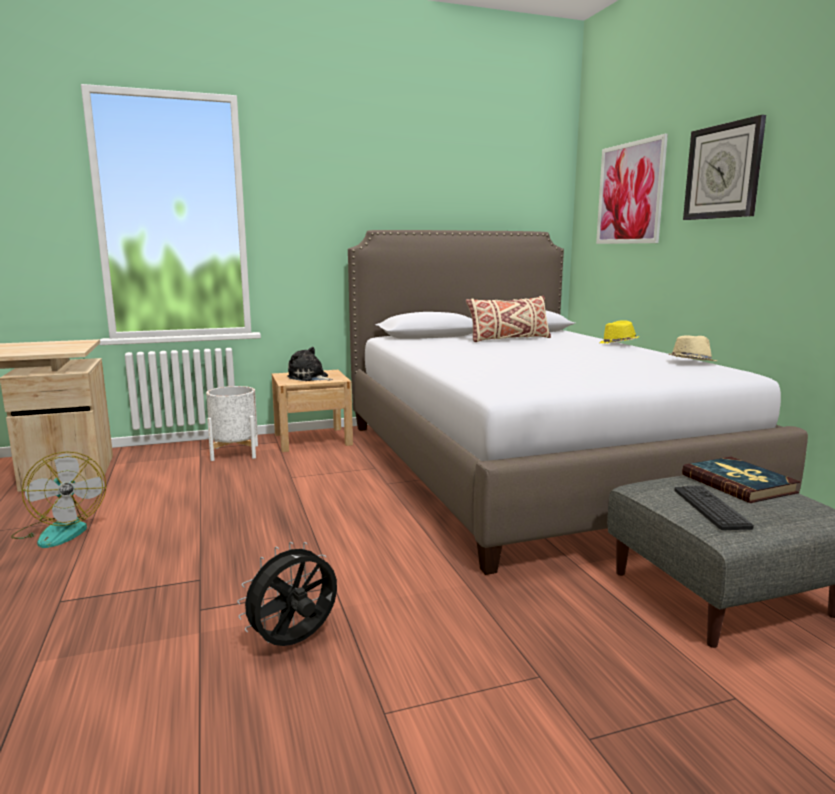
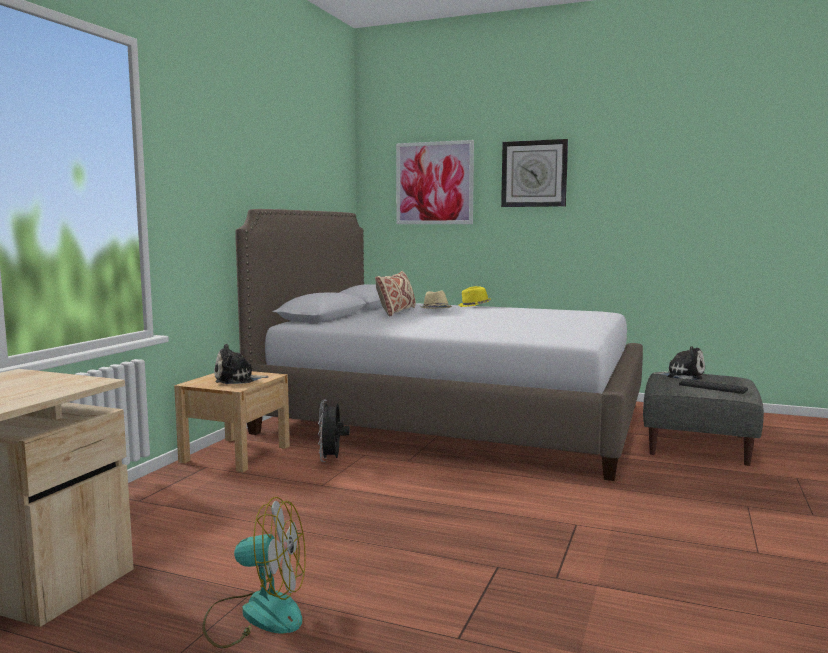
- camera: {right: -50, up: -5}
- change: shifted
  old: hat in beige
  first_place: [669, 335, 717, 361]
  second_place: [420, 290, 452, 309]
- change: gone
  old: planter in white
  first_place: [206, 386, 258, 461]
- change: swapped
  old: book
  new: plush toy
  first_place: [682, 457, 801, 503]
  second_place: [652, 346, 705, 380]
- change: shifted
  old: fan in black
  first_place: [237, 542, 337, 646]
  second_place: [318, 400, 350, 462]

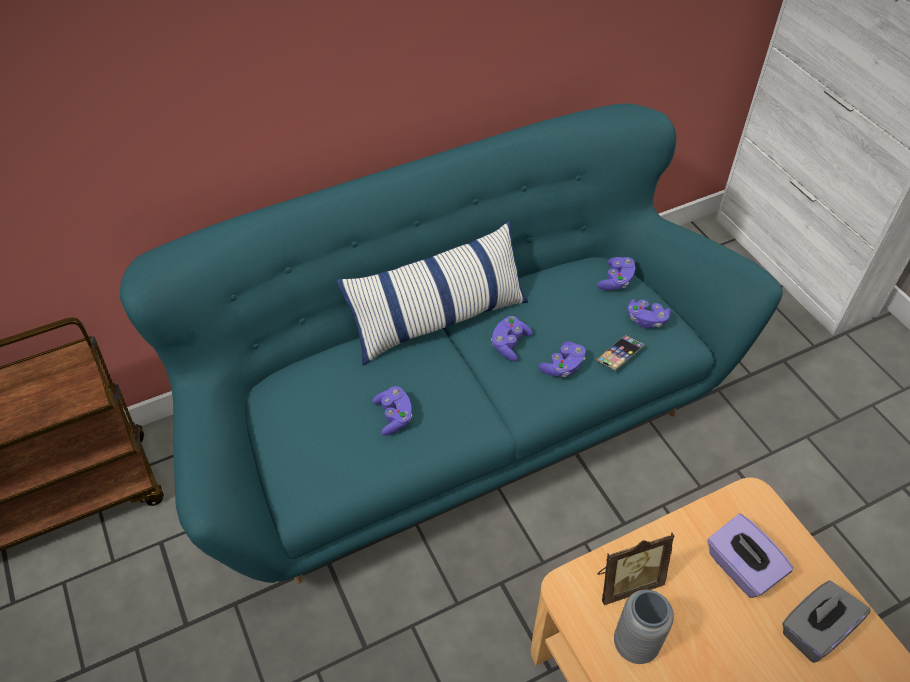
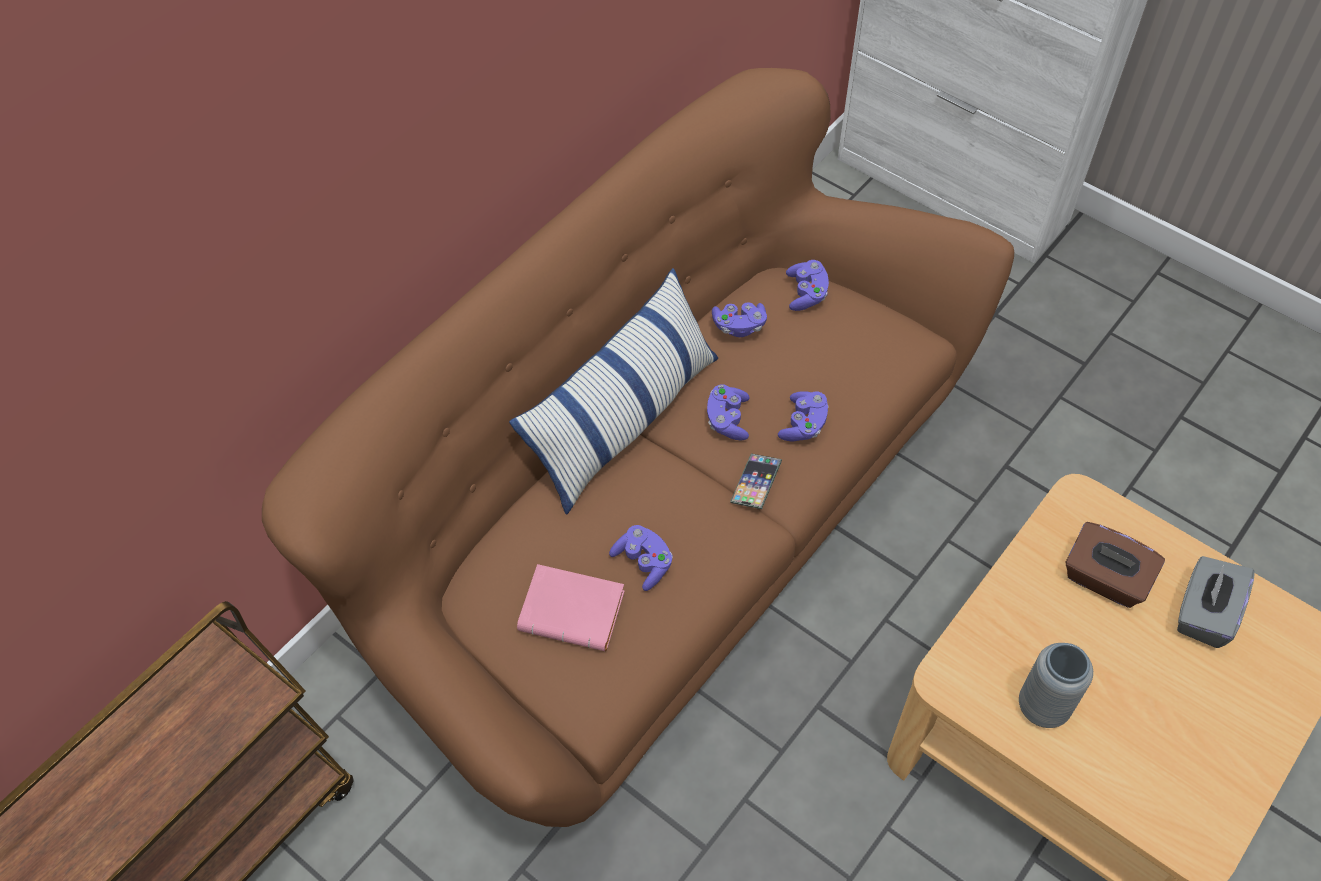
- camera: {right: -25, up: 5}
- change: repainted
  old: sofa in turquoise
  new: sofa in brown
  first_place: [120, 103, 783, 584]
  second_place: [262, 68, 1014, 827]
- change: shifted
  old: game controller in purple
  first_place: [627, 299, 671, 328]
  second_place: [712, 302, 767, 337]
- change: shifted
  old: phone
  first_place: [595, 335, 646, 372]
  second_place: [730, 453, 782, 509]
- change: repainted
  old: tissue box in purple
  new: tissue box in brown
  first_place: [707, 514, 793, 598]
  second_place: [1066, 522, 1165, 608]
- change: gone
  old: picture frame
  first_place: [597, 533, 674, 605]
- change: new
  new: book in pink
  second_place: [517, 564, 625, 651]

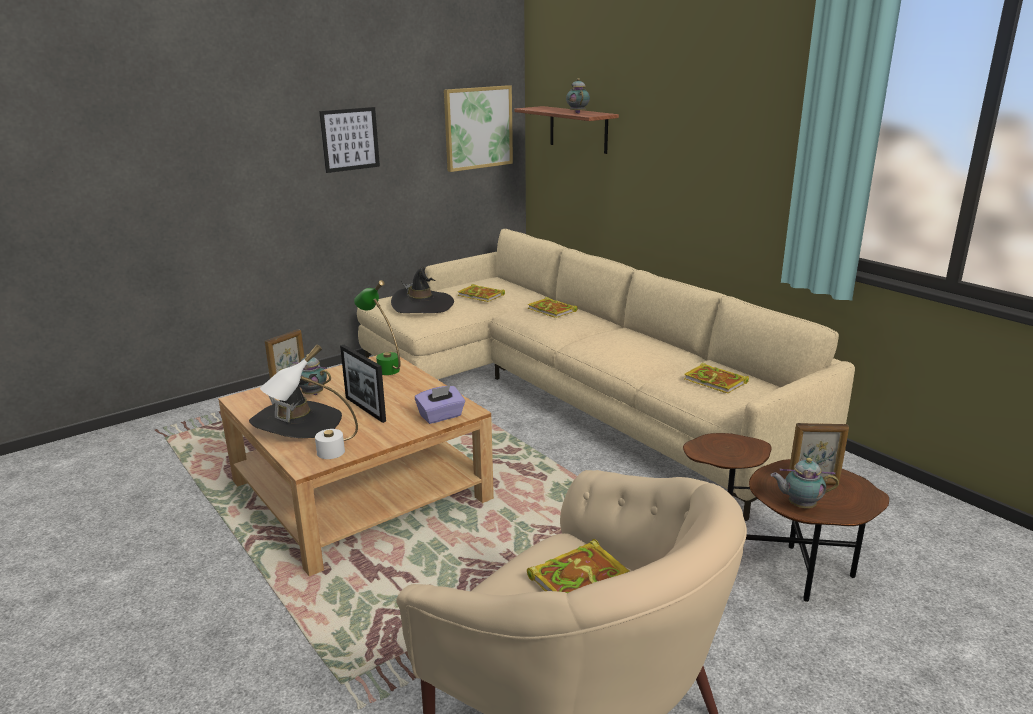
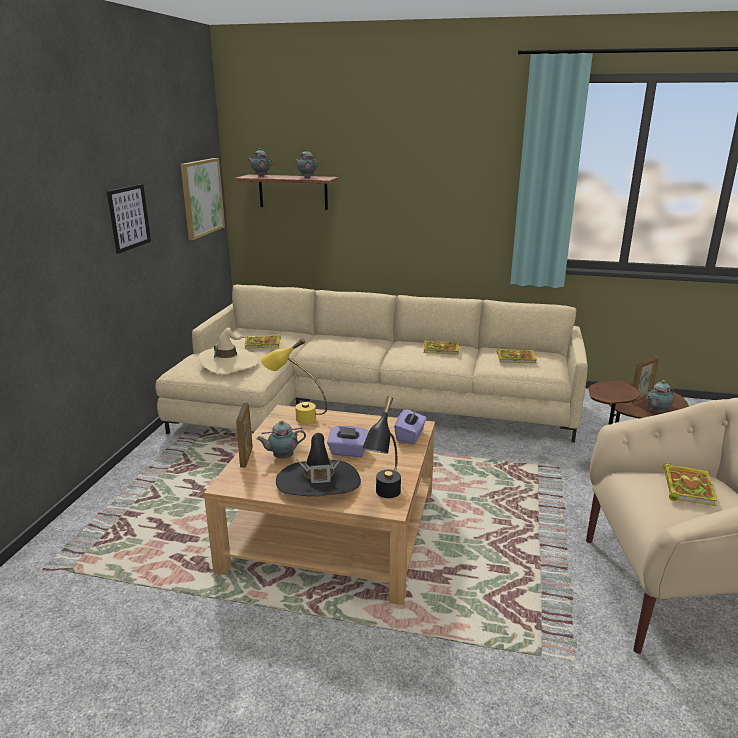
- camera: {right: -40, up: 0}
- change: repainted
  old: hat in black
  new: hat in beige
  first_place: [391, 267, 454, 313]
  second_place: [199, 328, 259, 374]
- change: repainted
  old: table lamp in green
  new: table lamp in yellow
  first_place: [354, 280, 401, 375]
  second_place: [261, 338, 327, 424]
- change: shifted
  old: book
  first_place: [527, 297, 578, 318]
  second_place: [424, 340, 460, 354]
- change: repainted
  old: table lamp in white
  new: table lamp in black
  first_place: [260, 344, 358, 459]
  second_place: [362, 396, 401, 498]
- change: swapped
  old: picture frame
  new: tissue box in purple
  first_place: [340, 345, 386, 423]
  second_place: [327, 426, 369, 457]
- change: new
  new: teapot
  second_place: [248, 148, 273, 177]

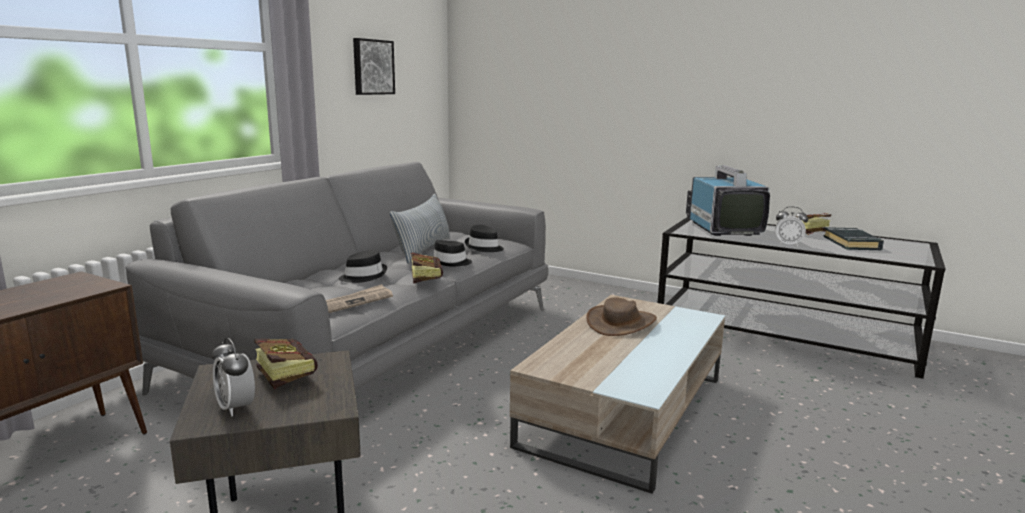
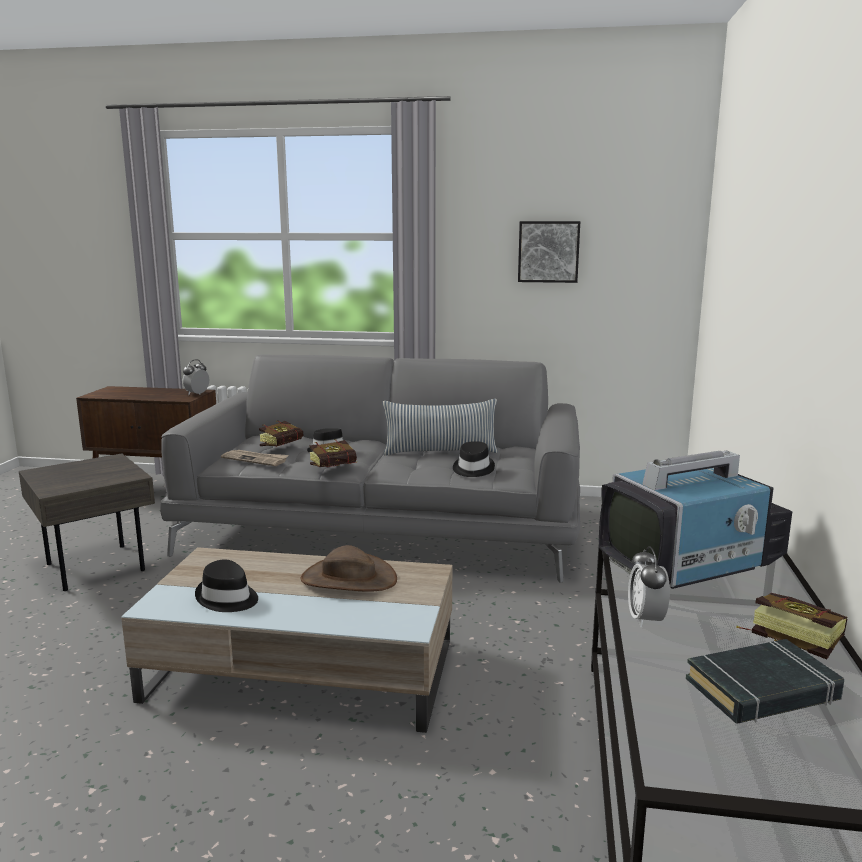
- camera: {right: 70, up: 0}
- change: shifted
  old: hat in black
  first_place: [432, 240, 472, 267]
  second_place: [195, 559, 258, 612]
- change: shifted
  old: alarm clock
  first_place: [212, 338, 255, 417]
  second_place: [182, 359, 209, 395]
- change: shifted
  old: book
  first_place: [254, 339, 318, 389]
  second_place: [259, 421, 303, 446]

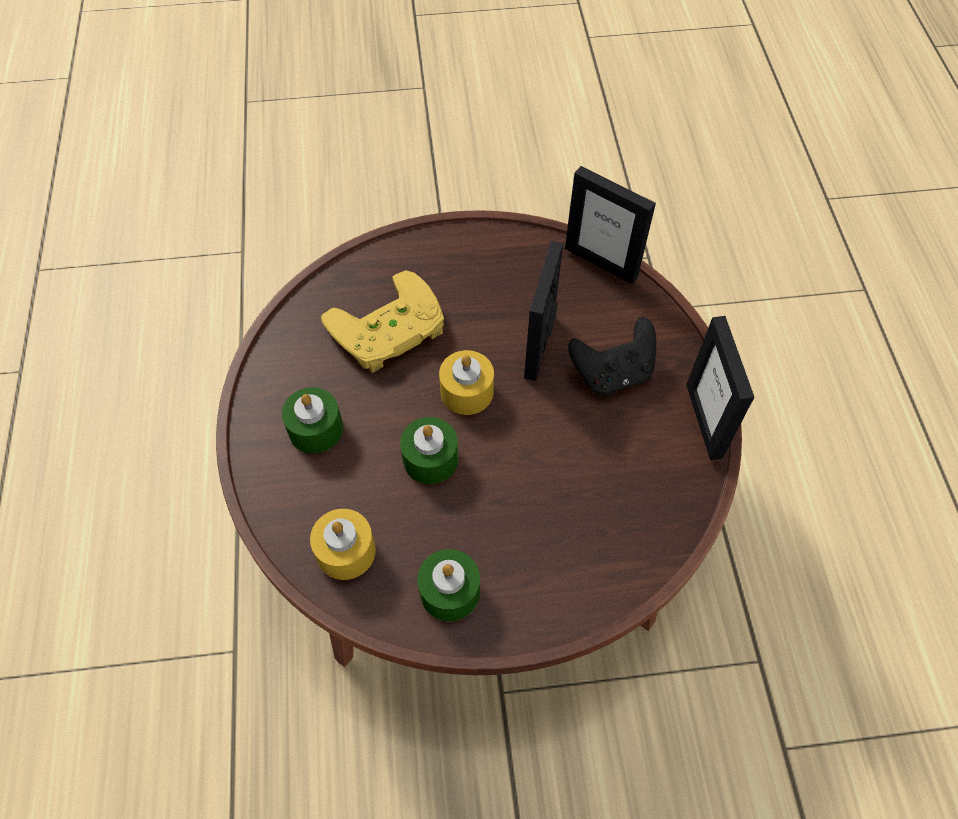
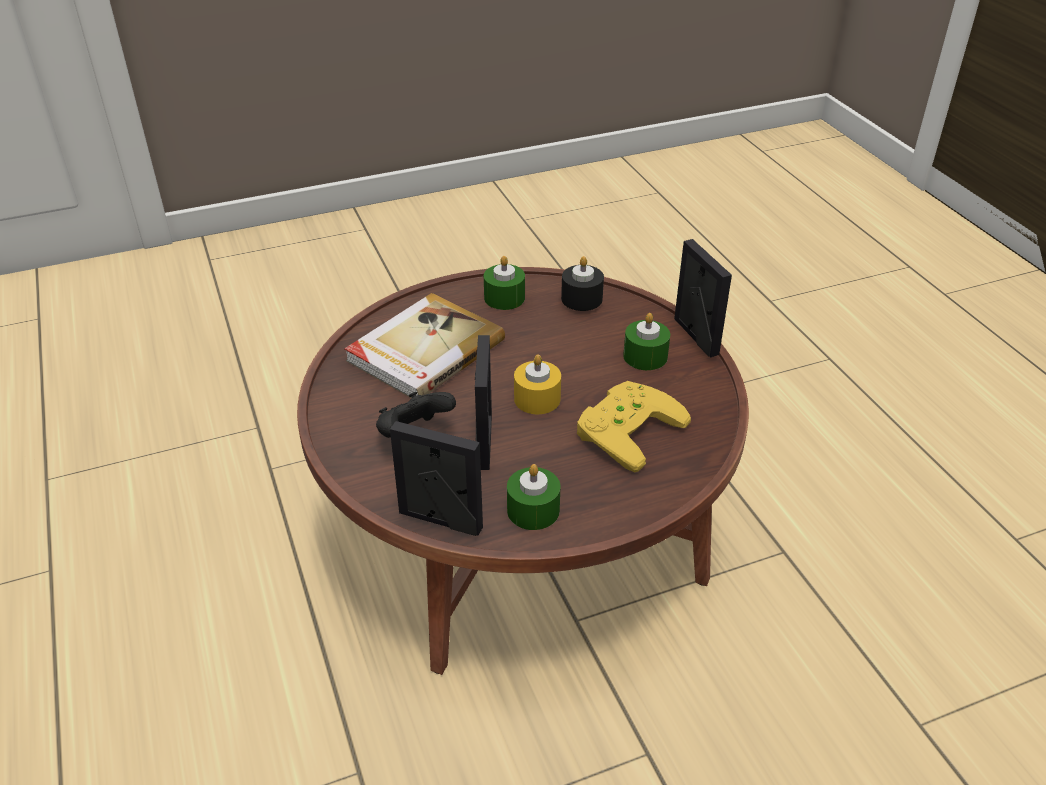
- camera: {right: 165, up: -20}
- change: shifted
  old: picture frame
  first_place: [686, 316, 754, 460]
  second_place: [674, 239, 732, 357]
- change: shifted
  old: candle in green
  first_place: [400, 417, 458, 484]
  second_place: [507, 464, 560, 530]
- change: repainted
  old: candle in yellow
  new: candle in black
  first_place: [310, 509, 376, 580]
  second_place: [561, 256, 604, 311]
- change: new
  new: book
  second_place: [344, 293, 505, 398]

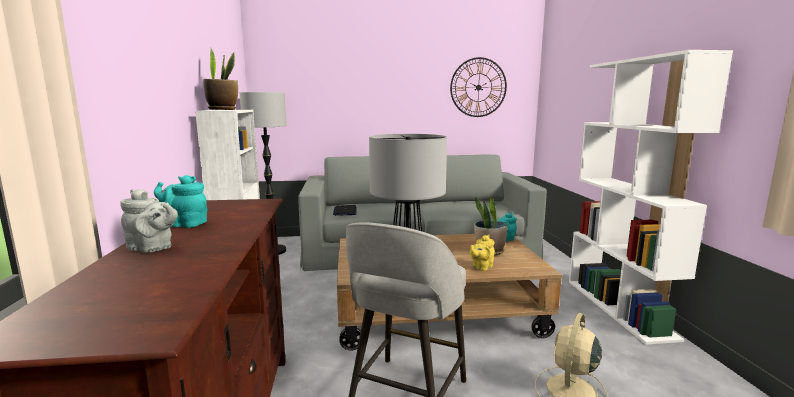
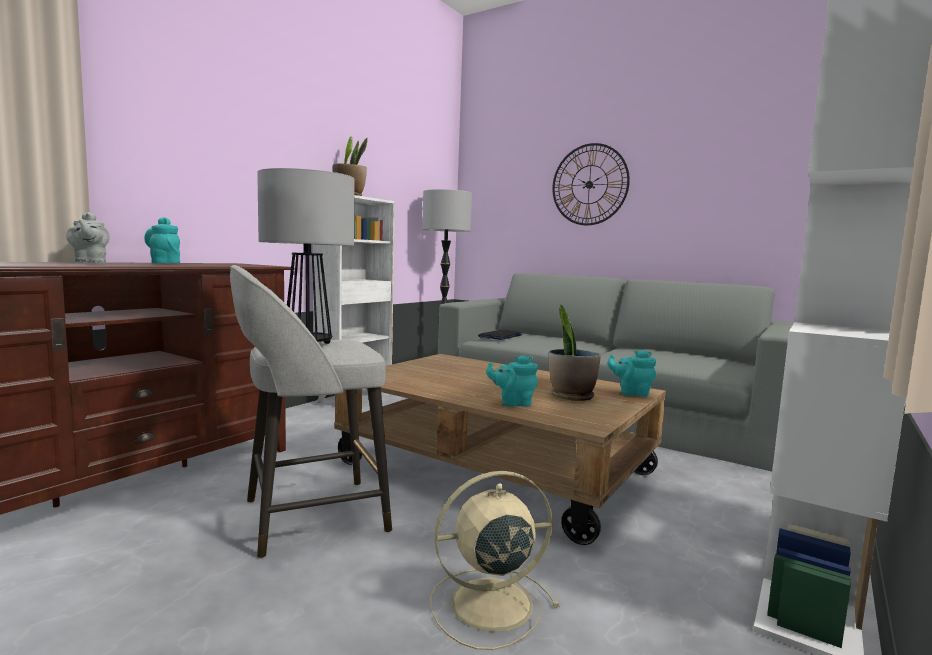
- camera: {right: 40, up: -5}
- change: shifted
  old: wall clock
  first_place: [450, 57, 507, 117]
  second_place: [552, 143, 630, 225]
- change: repainted
  old: teapot in yellow
  new: teapot in turquoise
  first_place: [470, 235, 495, 271]
  second_place: [486, 355, 538, 407]

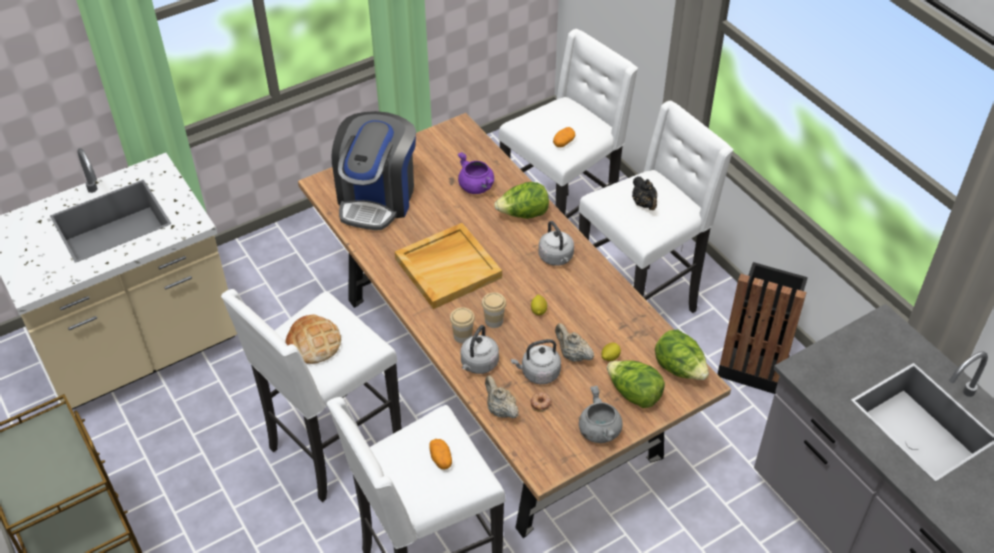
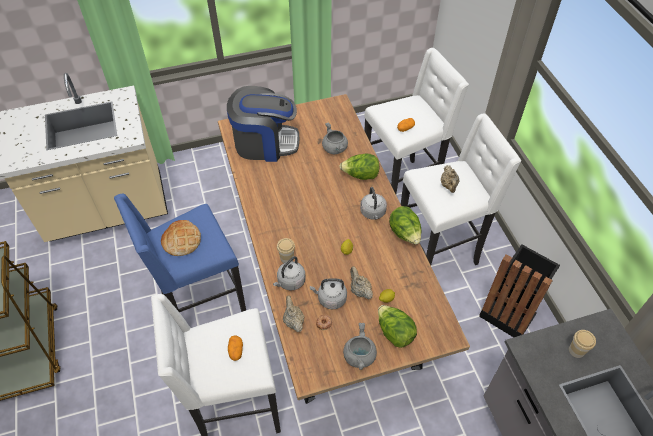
- camera: {right: 15, up: 5}
- change: rotated
  old: coffee machine
  first_place: [331, 111, 416, 230]
  second_place: [227, 86, 299, 162]
  degrees: -120
- change: repainted
  old: cooking pot in purple
  new: cooking pot in grey
  first_place: [457, 152, 495, 194]
  second_place: [322, 122, 348, 154]
- change: repainted
  old: teapot in black
  new: teapot in beige
  first_place: [632, 177, 657, 210]
  second_place: [441, 165, 459, 193]
- change: gone
  old: tray in beige
  first_place: [395, 223, 502, 309]
- change: repainted
  old: stool in white
  new: stool in blue
  first_place: [221, 289, 402, 502]
  second_place: [114, 194, 246, 313]
- change: shifted
  old: cup
  first_place: [482, 292, 506, 328]
  second_place: [569, 330, 596, 358]
- change: shifted
  old: lettuce
  first_place: [655, 330, 709, 380]
  second_place: [389, 206, 421, 244]

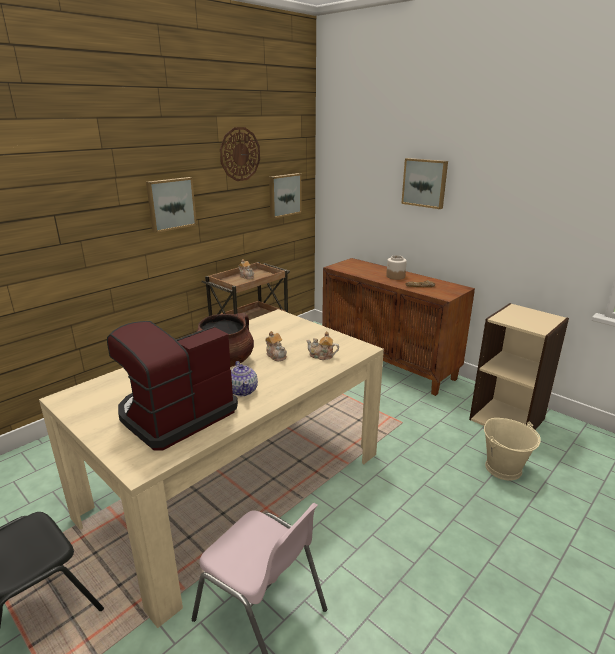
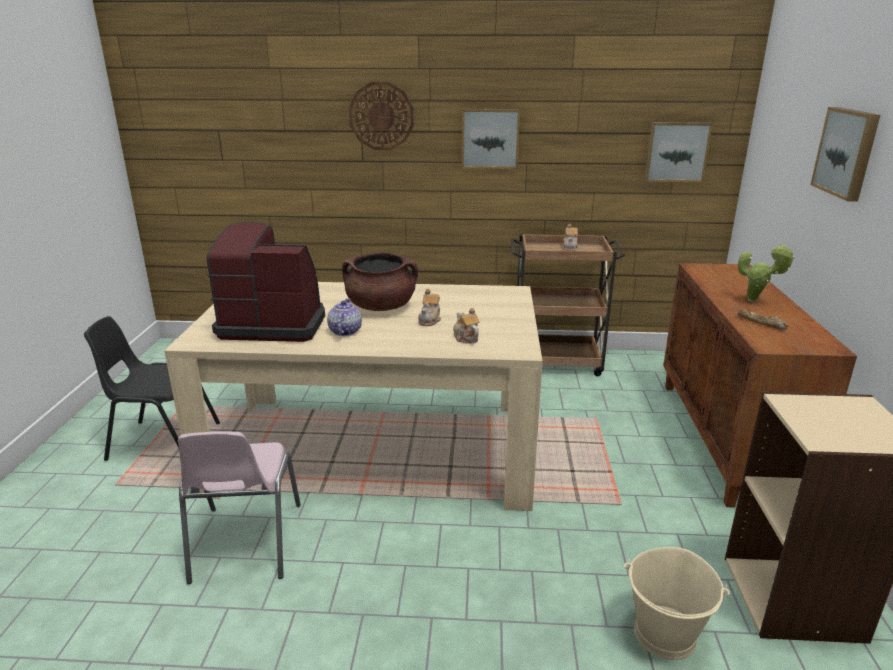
- camera: {right: 50, up: 0}
- change: shifted
  old: wall clock
  first_place: [220, 127, 260, 181]
  second_place: [349, 82, 414, 150]
- change: swapped
  old: jar
  new: potted plant
  first_place: [386, 255, 407, 280]
  second_place: [738, 244, 795, 302]
- change: rotated
  old: teapot
  first_place: [231, 361, 258, 396]
  second_place: [327, 298, 362, 336]
  degrees: 150

